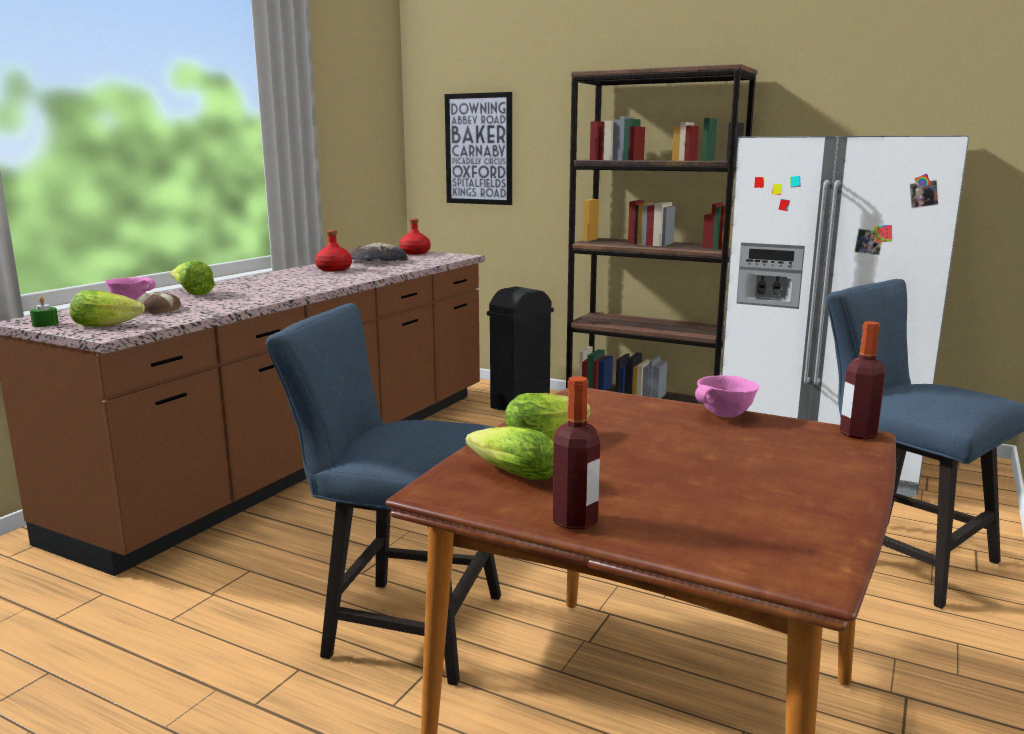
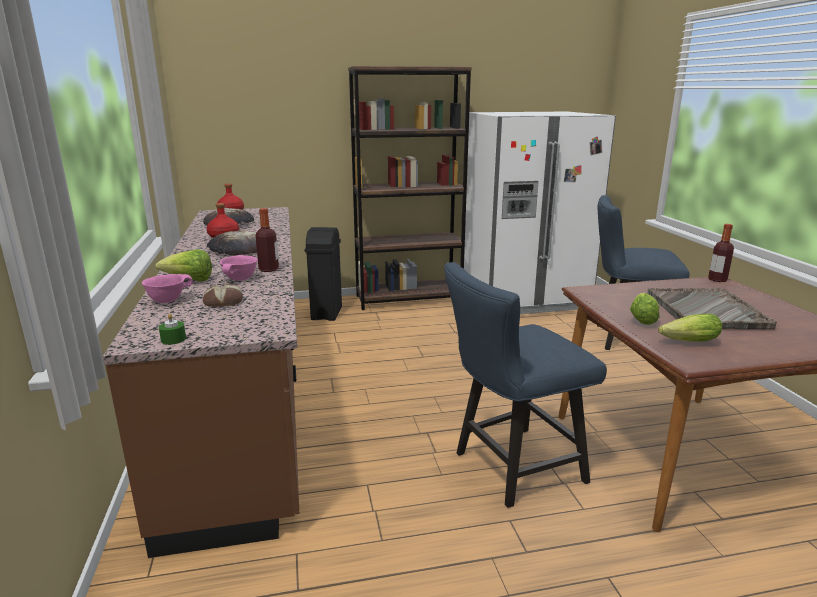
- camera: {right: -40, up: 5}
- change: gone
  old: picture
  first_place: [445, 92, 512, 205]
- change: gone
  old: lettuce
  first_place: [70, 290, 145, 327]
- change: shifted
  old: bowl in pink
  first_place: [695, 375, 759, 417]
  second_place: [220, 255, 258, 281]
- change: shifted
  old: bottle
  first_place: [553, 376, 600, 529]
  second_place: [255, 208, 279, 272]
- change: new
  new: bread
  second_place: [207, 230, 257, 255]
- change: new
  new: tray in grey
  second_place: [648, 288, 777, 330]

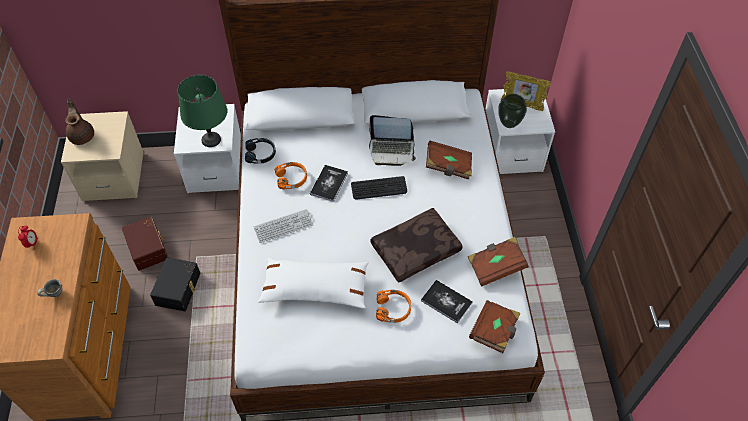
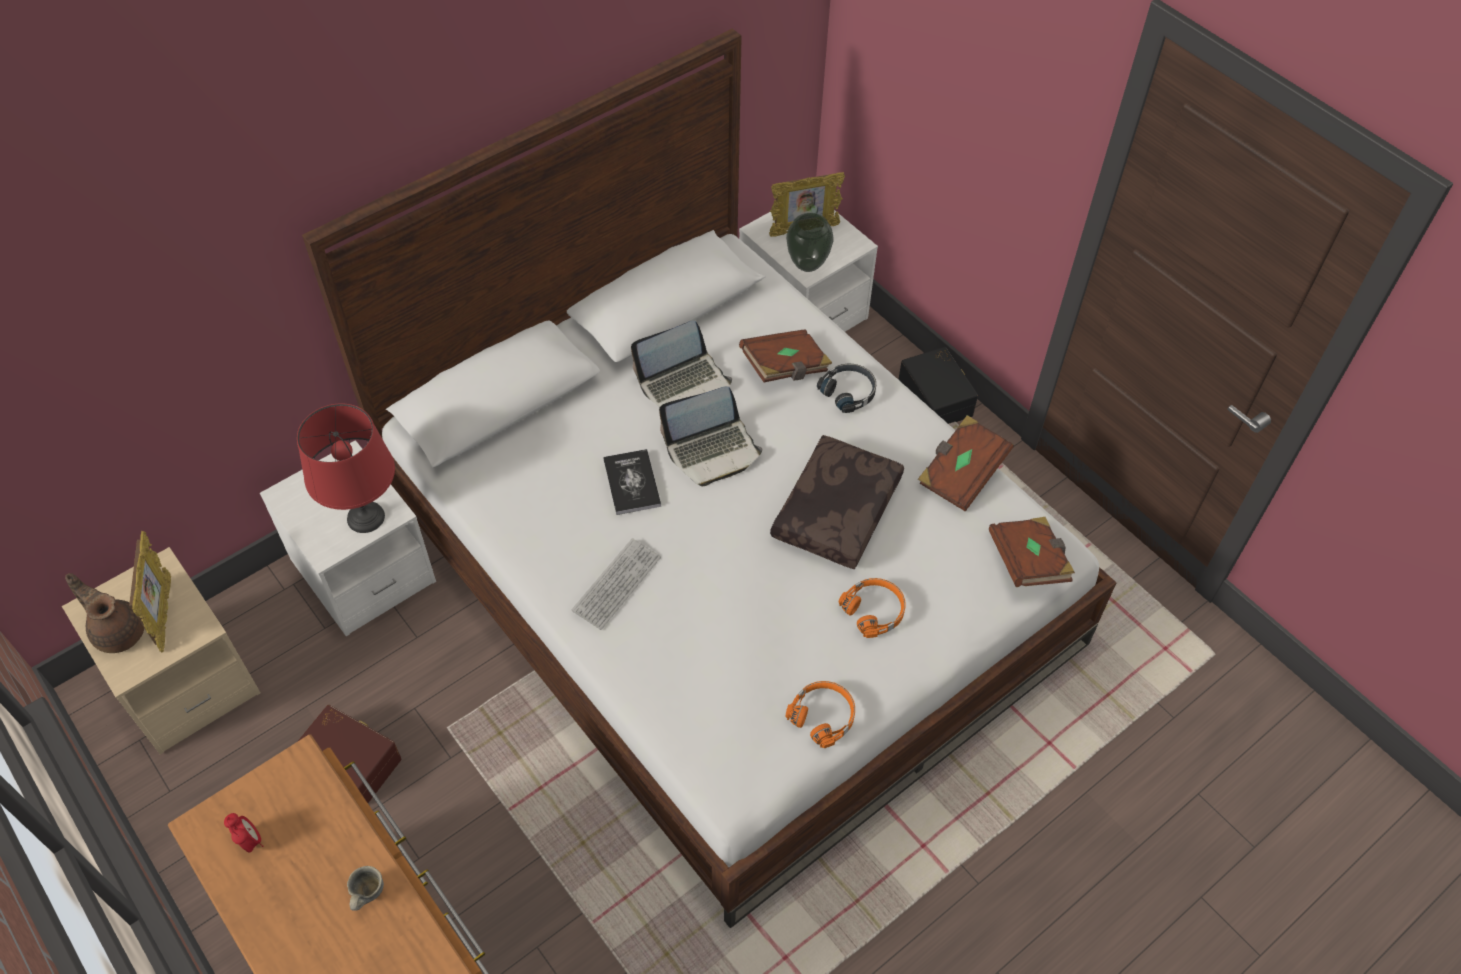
- camera: {right: -35, up: 0}
- change: repainted
  old: table lamp in green
  new: table lamp in red
  first_place: [178, 75, 227, 147]
  second_place: [297, 403, 395, 533]
- change: shifted
  old: headphones in black
  first_place: [245, 138, 276, 164]
  second_place: [817, 364, 876, 413]
- change: shifted
  old: headphones in orange
  first_place: [275, 162, 307, 189]
  second_place: [785, 681, 855, 748]
- change: swapped
  old: keyboard
  new: laptop
  first_place: [351, 176, 407, 199]
  second_place: [659, 386, 762, 487]
- change: gone
  old: pillow in white
  first_place: [258, 257, 369, 309]
- change: shifted
  old: storage box in black
  first_place: [150, 258, 200, 311]
  second_place: [898, 347, 978, 424]
- change: gone
  old: book
  first_place: [421, 280, 473, 324]
- change: new
  new: picture frame
  second_place: [129, 531, 171, 653]

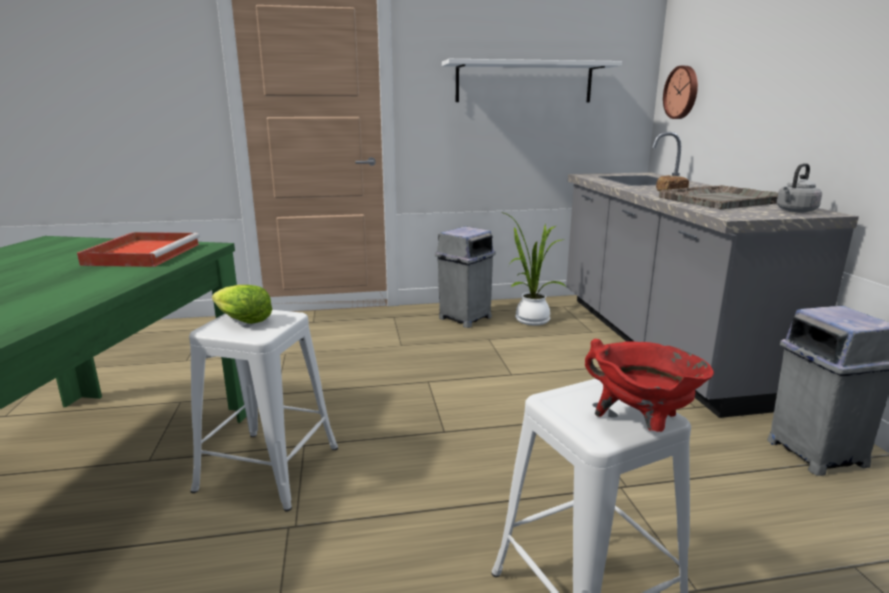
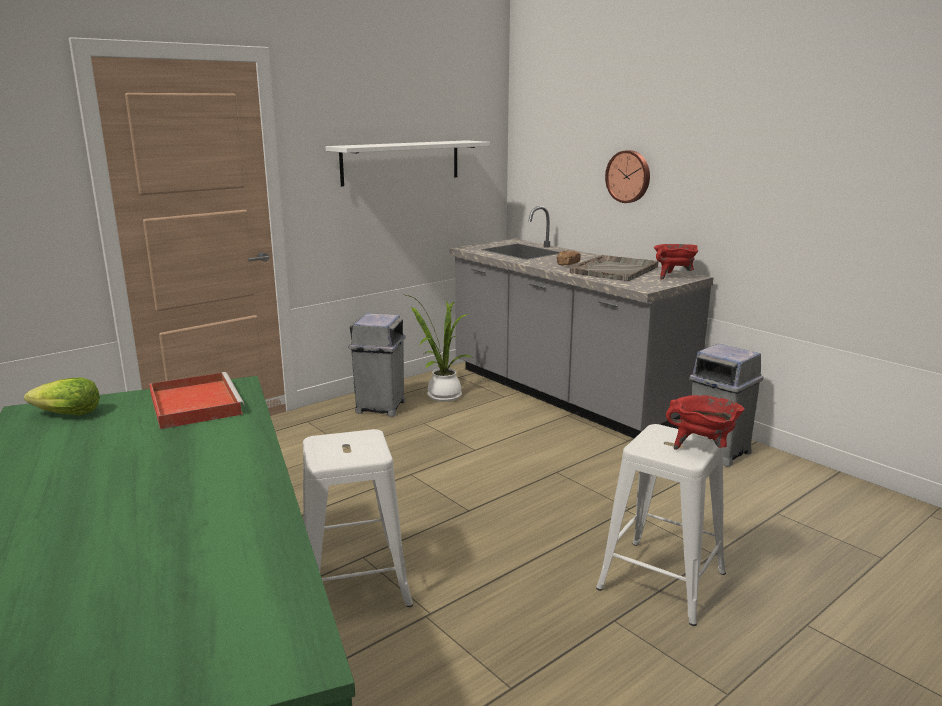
- camera: {right: -30, up: 0}
- change: shifted
  old: wall clock
  first_place: [663, 66, 698, 119]
  second_place: [605, 150, 650, 203]
- change: swapped
  old: kettle in grey
  new: cooking pot in red
  first_place: [777, 163, 822, 212]
  second_place: [654, 244, 699, 280]
- change: shifted
  old: lettuce
  first_place: [212, 285, 272, 324]
  second_place: [24, 378, 100, 416]

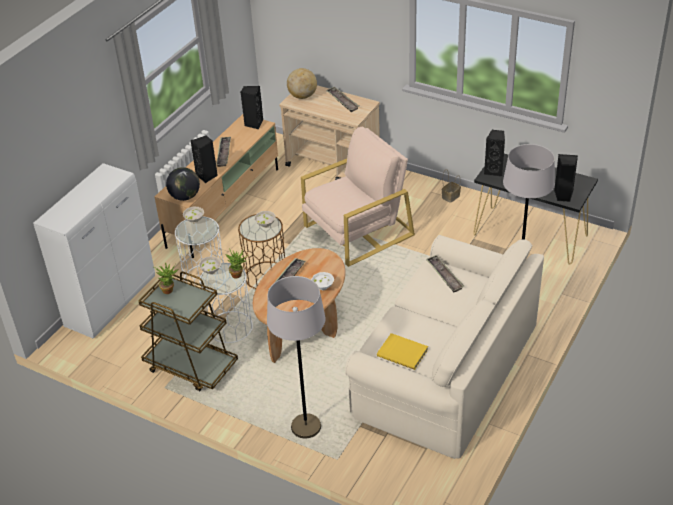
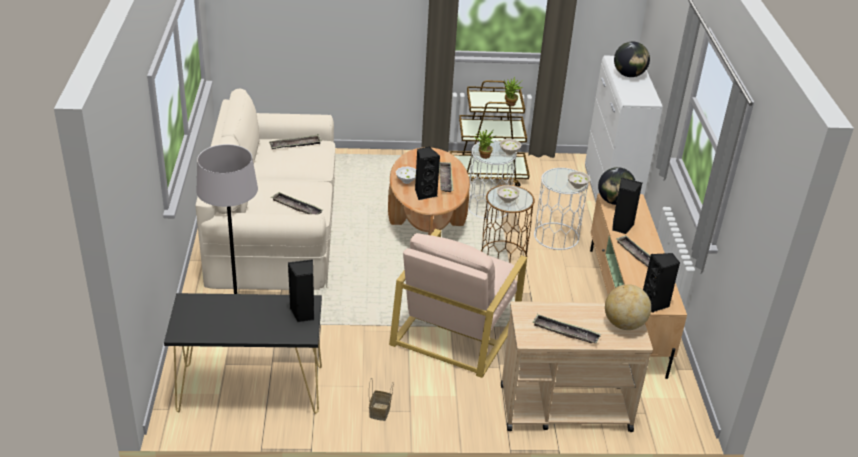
- camera: {right: 145, up: -5}
- change: shifted
  old: speaker in black
  first_place: [554, 154, 578, 202]
  second_place: [415, 147, 440, 200]
- change: gone
  old: floor lamp in grey
  first_place: [267, 276, 325, 439]
- change: swapped
  old: book in yellow
  new: tray
  first_place: [377, 333, 428, 370]
  second_place: [269, 134, 322, 149]
- change: new
  new: globe
  second_place: [614, 42, 650, 77]

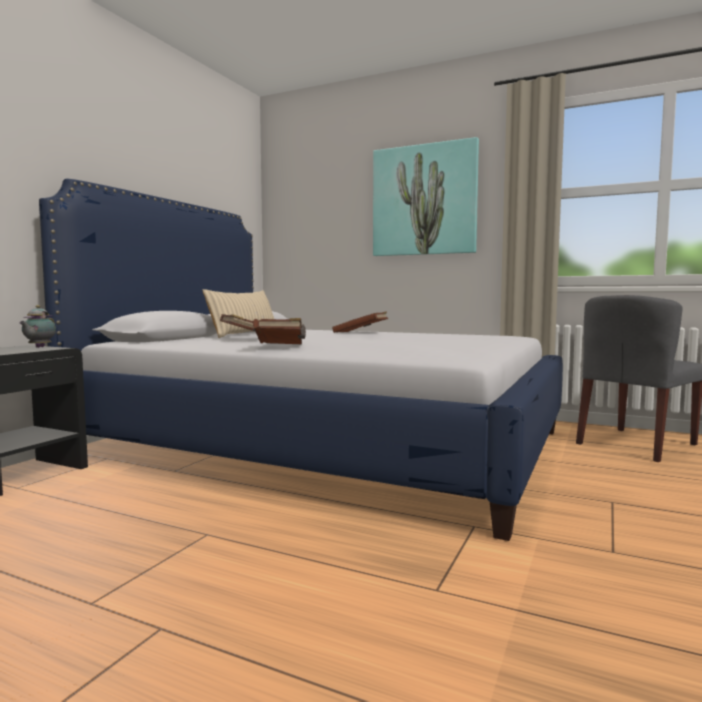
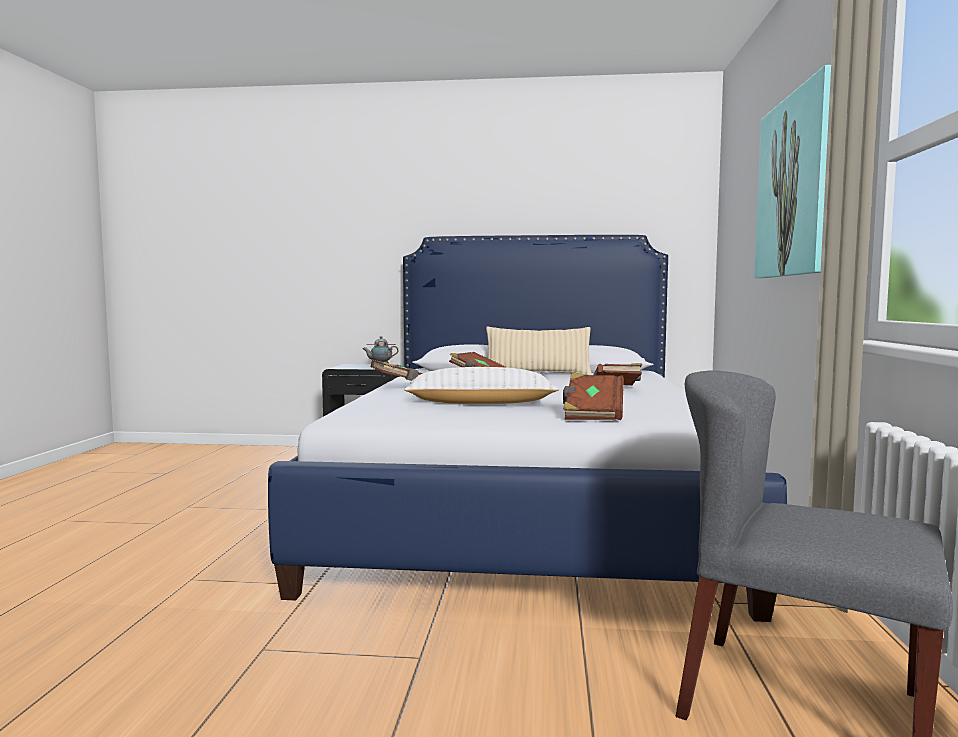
- camera: {right: 70, up: 0}
- change: new
  new: pillow in white
  second_place: [404, 367, 559, 404]
- change: new
  new: book in brown
  second_place: [563, 373, 624, 420]

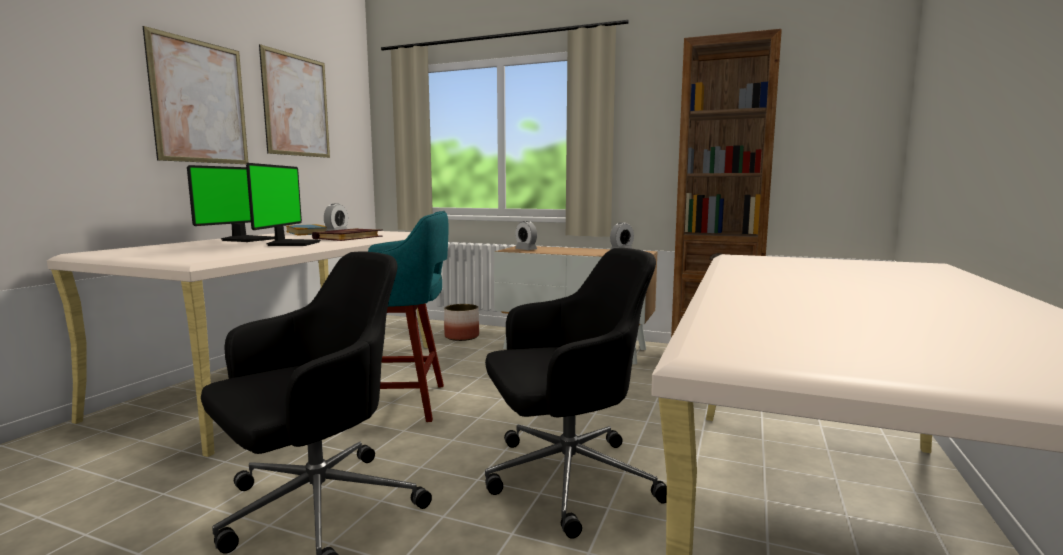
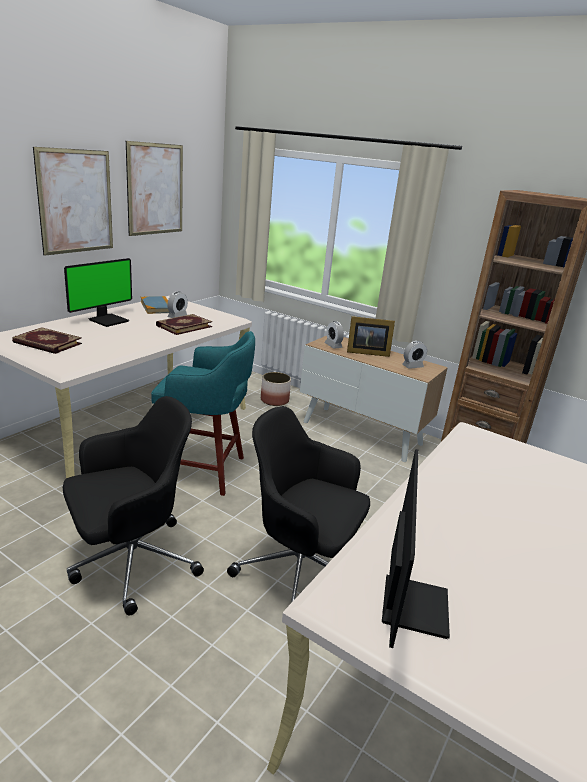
- camera: {right: 10, up: 15}
- change: shifted
  old: monitor
  first_place: [246, 163, 320, 246]
  second_place: [382, 449, 450, 648]
- change: rotated
  old: office chair in black
  first_place: [485, 248, 667, 538]
  second_place: [227, 406, 370, 603]
  degrees: -150
- change: new
  new: picture frame
  second_place: [347, 316, 395, 357]
- change: new
  new: book
  second_place: [12, 327, 82, 354]

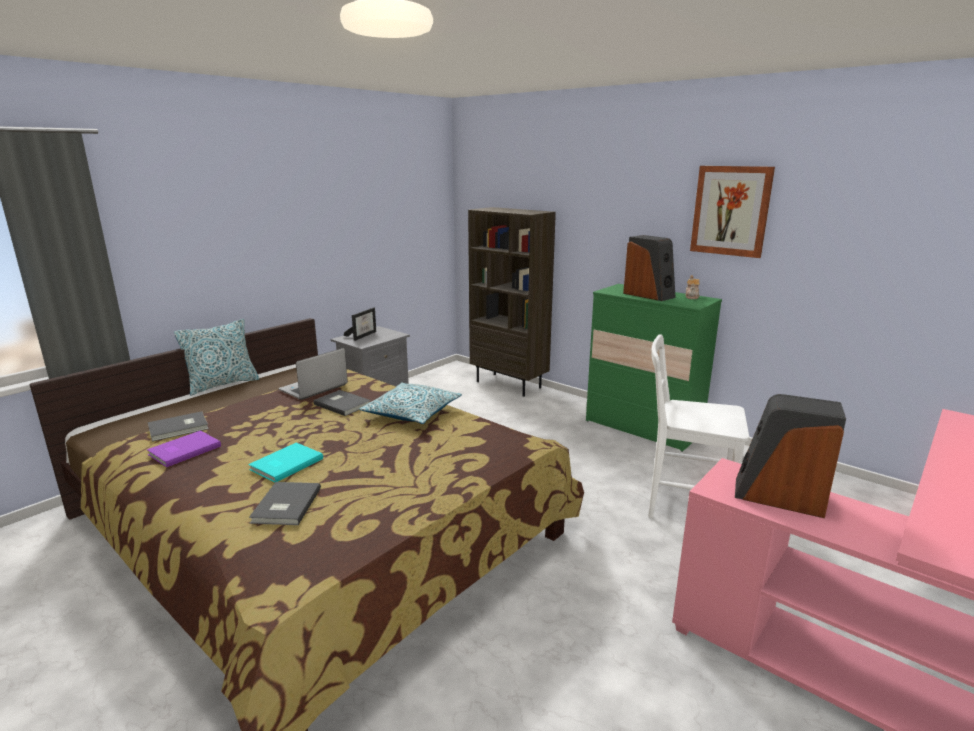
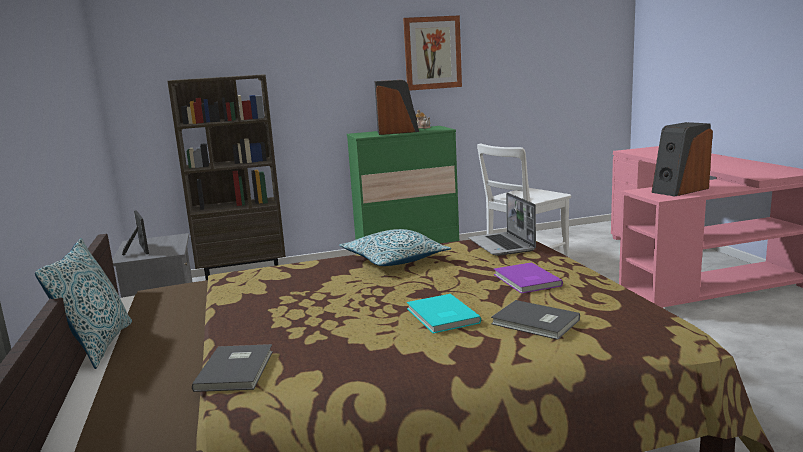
- camera: {right: -55, up: -5}
- change: shifted
  old: laptop
  first_place: [279, 348, 348, 400]
  second_place: [468, 192, 536, 256]
- change: gone
  old: book in grey
  first_place: [313, 390, 371, 416]
- change: shifted
  old: book in purple
  first_place: [147, 430, 221, 467]
  second_place: [494, 262, 563, 294]

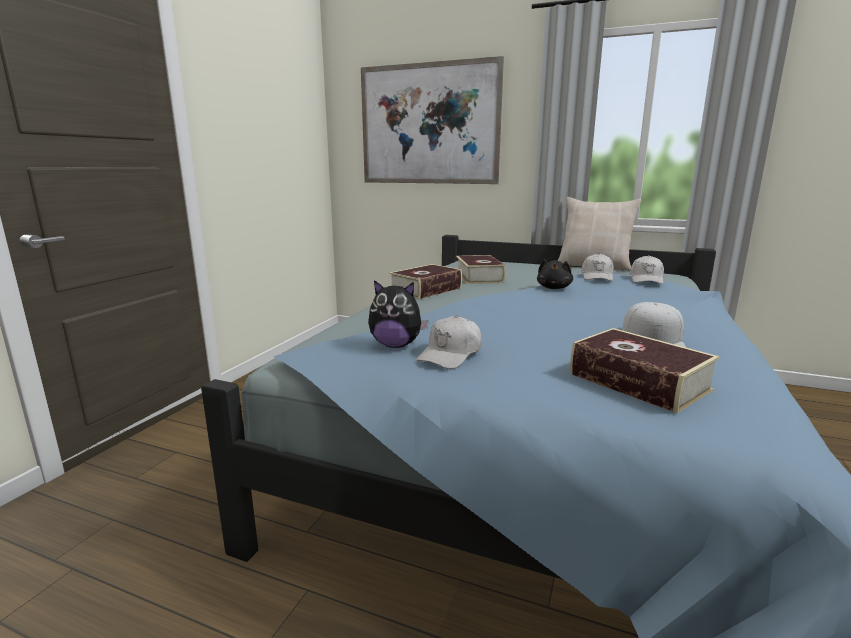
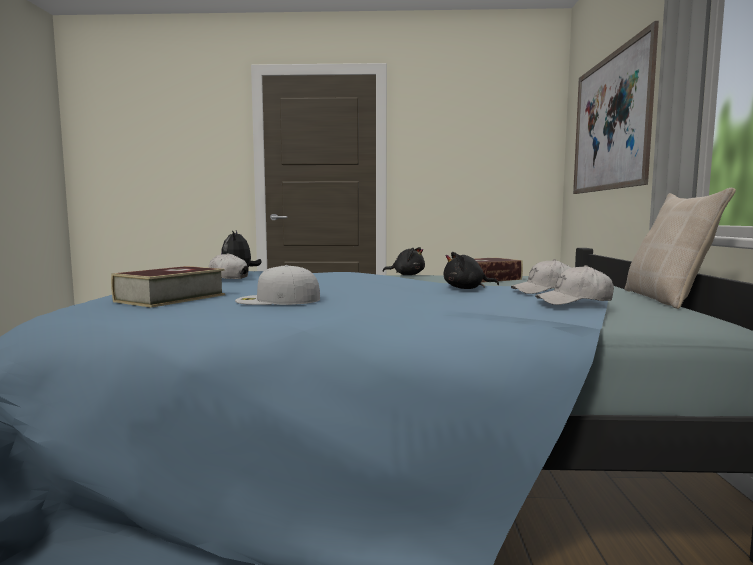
- camera: {right: 70, up: -10}
- change: swapped
  old: book
  new: plush toy in black
  first_place: [389, 264, 462, 299]
  second_place: [383, 247, 425, 275]

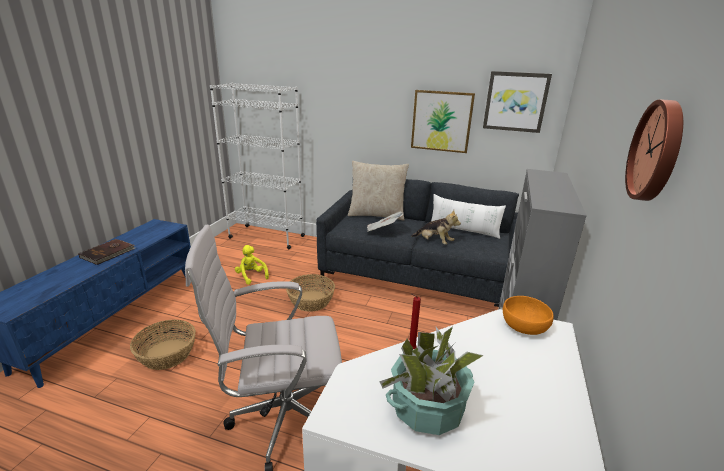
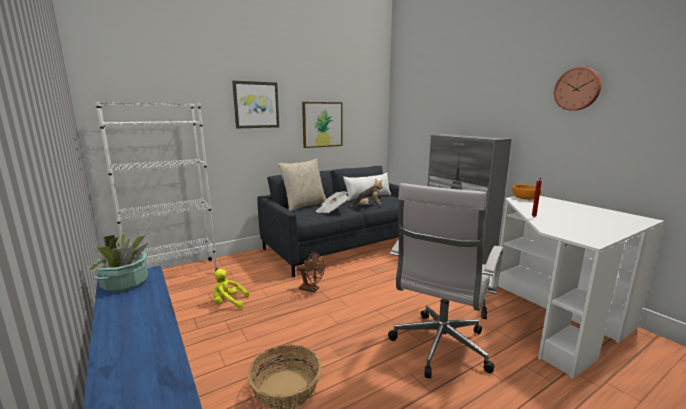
- camera: {right: -50, up: -10}
- change: shifted
  old: picture
  first_place: [483, 71, 552, 133]
  second_place: [232, 81, 279, 128]
- change: gone
  old: book in brown
  first_place: [78, 239, 135, 265]
- change: swapped
  old: basket
  new: fan in brown
  first_place: [286, 274, 335, 312]
  second_place: [296, 252, 325, 293]
- change: shifted
  old: potted plant
  first_place: [379, 327, 484, 435]
  second_place: [87, 232, 149, 292]

